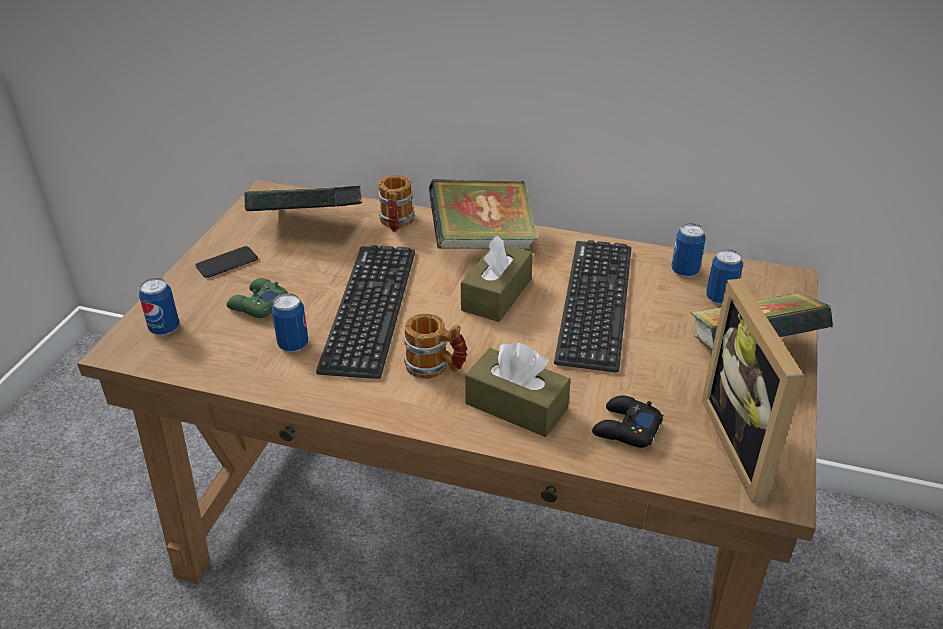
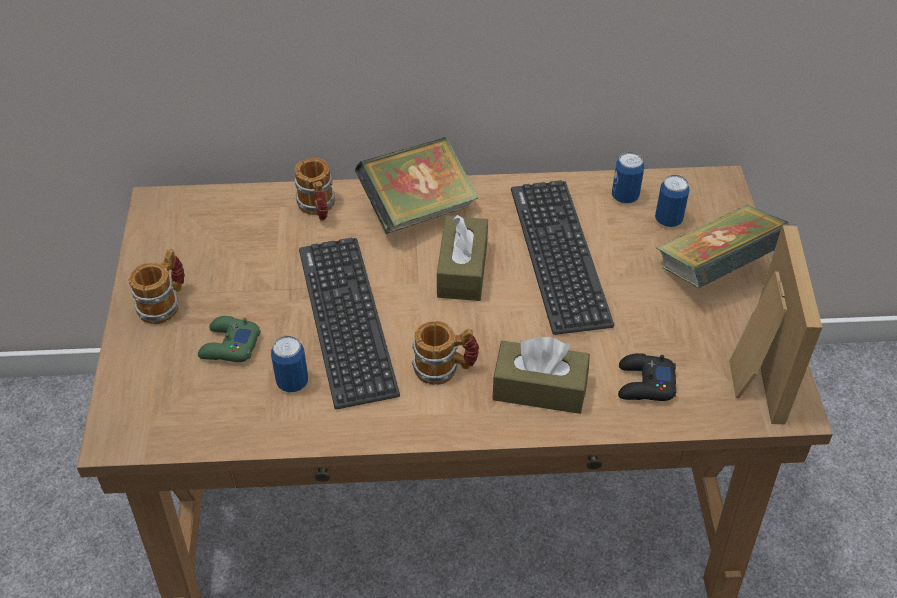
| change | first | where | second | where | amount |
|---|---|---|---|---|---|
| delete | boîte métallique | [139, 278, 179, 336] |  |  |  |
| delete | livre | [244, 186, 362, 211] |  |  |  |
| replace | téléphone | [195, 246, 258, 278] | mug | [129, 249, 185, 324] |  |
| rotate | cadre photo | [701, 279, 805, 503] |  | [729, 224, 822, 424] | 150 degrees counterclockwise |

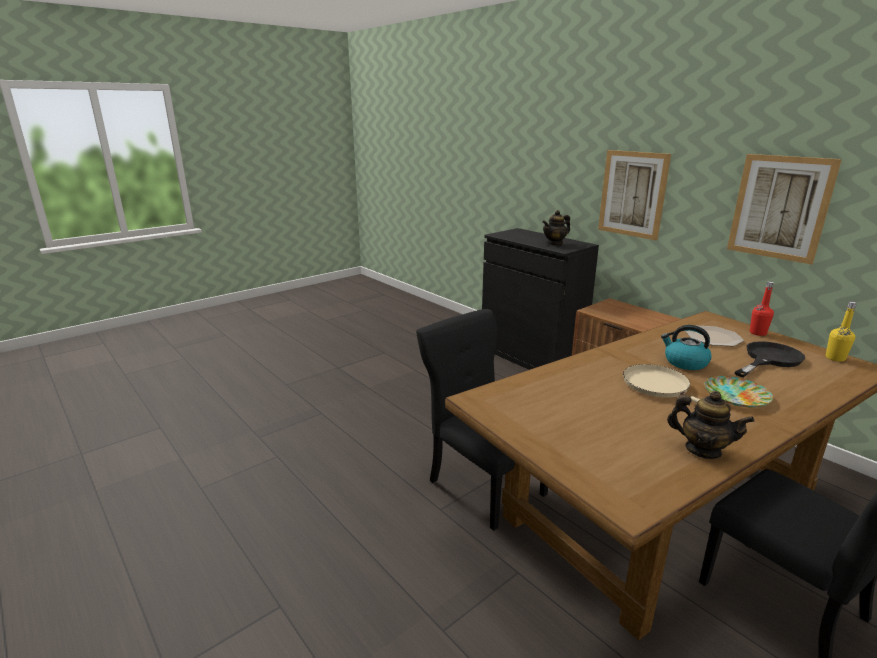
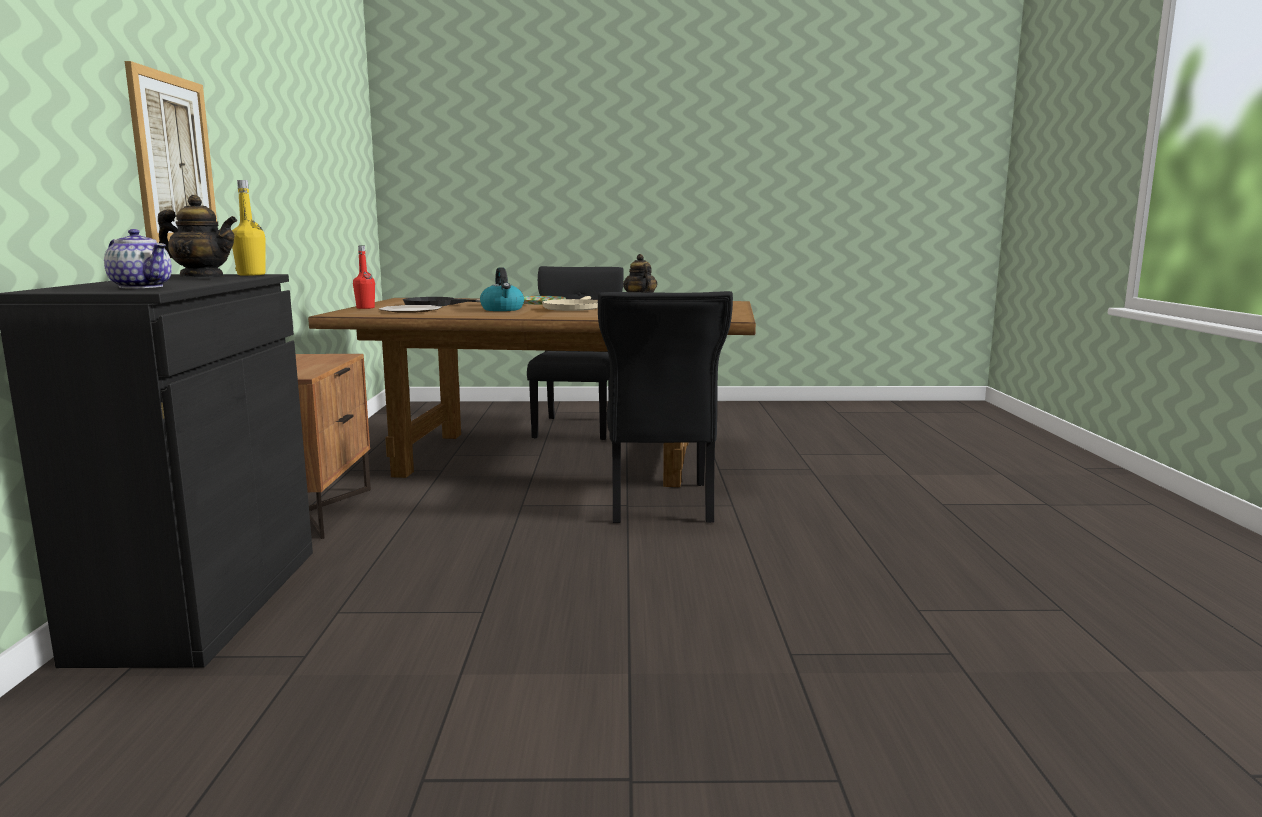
| change | first | where | second | where | amount |
|---|---|---|---|---|---|
| delete | tableau | [727, 154, 842, 265] |  |  |  |
| insert |  |  | théière | [104, 229, 172, 288] |  |
| move | bouteille/jaune | [826, 302, 857, 362] |  | [232, 180, 266, 276] |  |

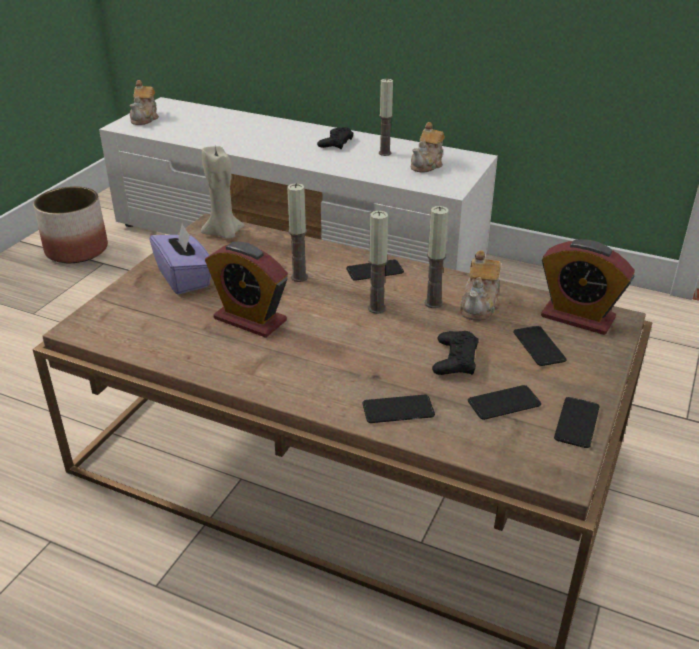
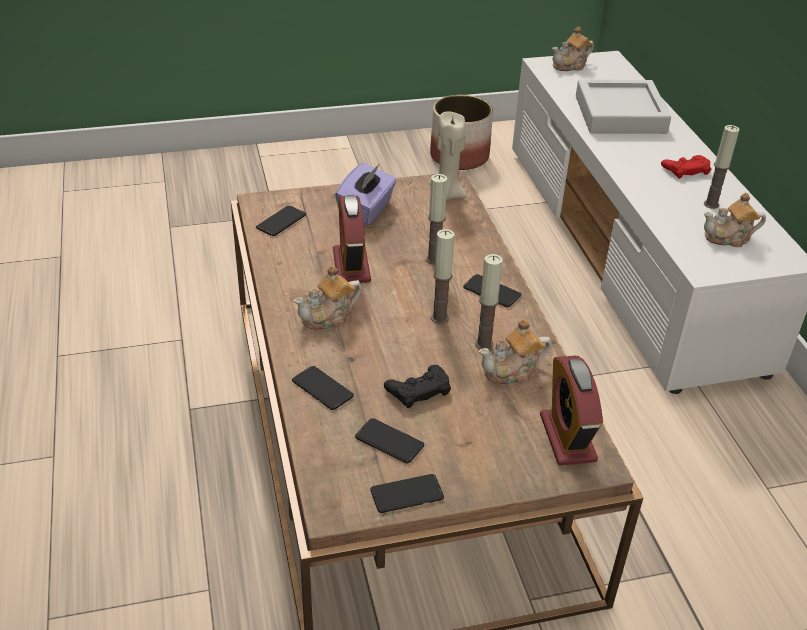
| change | first | where | second | where | amount |
|---|---|---|---|---|---|
| insert |  |  | théière | [294, 266, 362, 330] |  |
| insert |  |  | plateau/gris | [576, 80, 671, 134] |  |
| move | téléphone | [513, 326, 567, 366] |  | [256, 206, 306, 236] |  |
| recolor | manette/noir | [317, 127, 354, 149] | manette/rouge | [661, 155, 711, 179] |  |

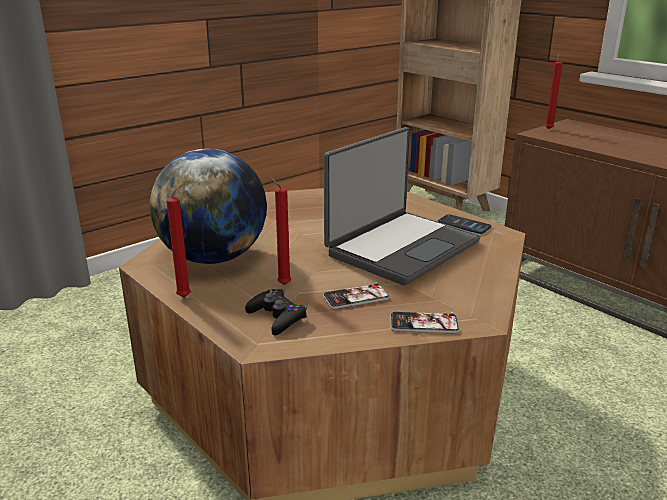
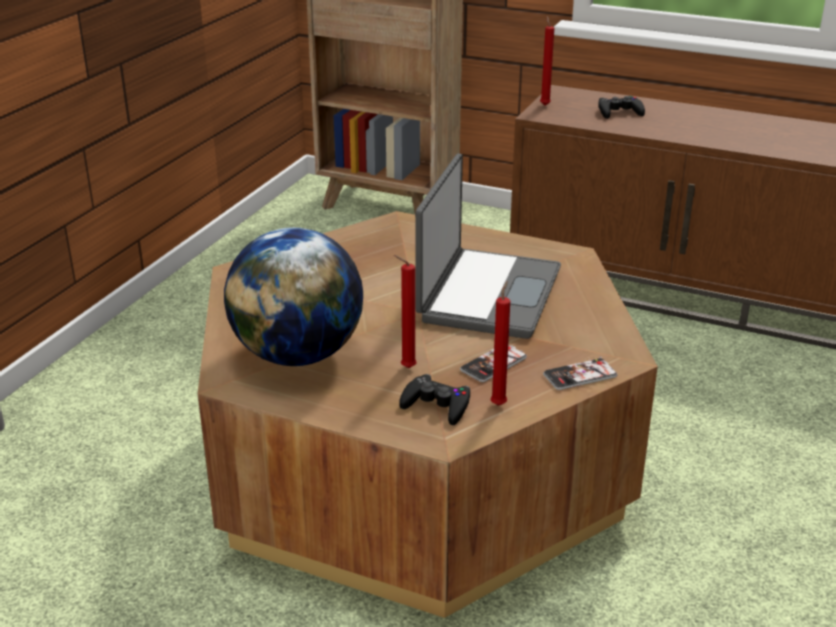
| change | first | where | second | where | amount |
|---|---|---|---|---|---|
| delete | téléphone | [438, 214, 491, 234] |  |  |  |
| insert |  |  | manette/noir | [598, 96, 645, 119] |  |
| move | bougie/rouge | [166, 184, 191, 297] |  | [491, 281, 510, 406] |  |

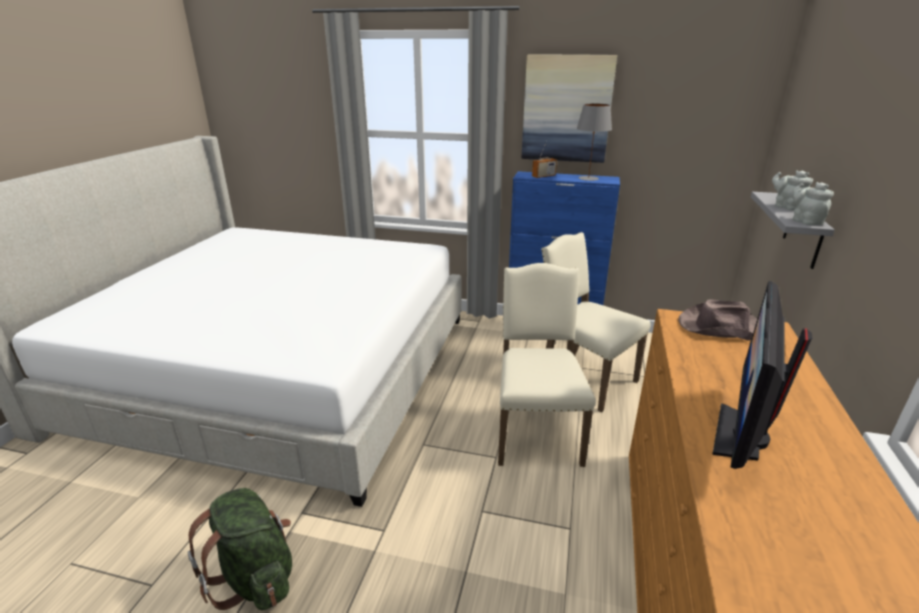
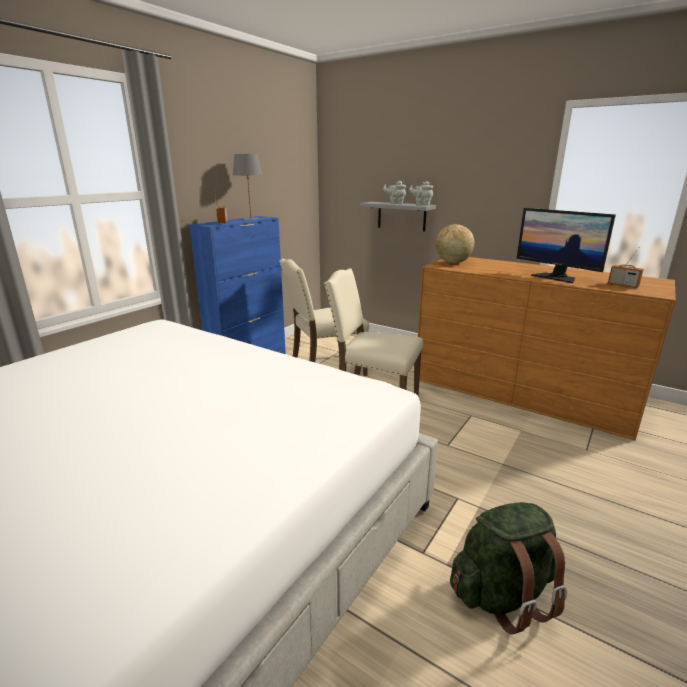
| change | first | where | second | where | amount |
|---|---|---|---|---|---|
| delete | tableau | [522, 54, 617, 163] |  |  |  |
| insert |  |  | radio | [608, 247, 644, 288] |  |
| replace | chapeau/marron | [679, 300, 757, 340] | globe | [435, 224, 475, 263] |  |

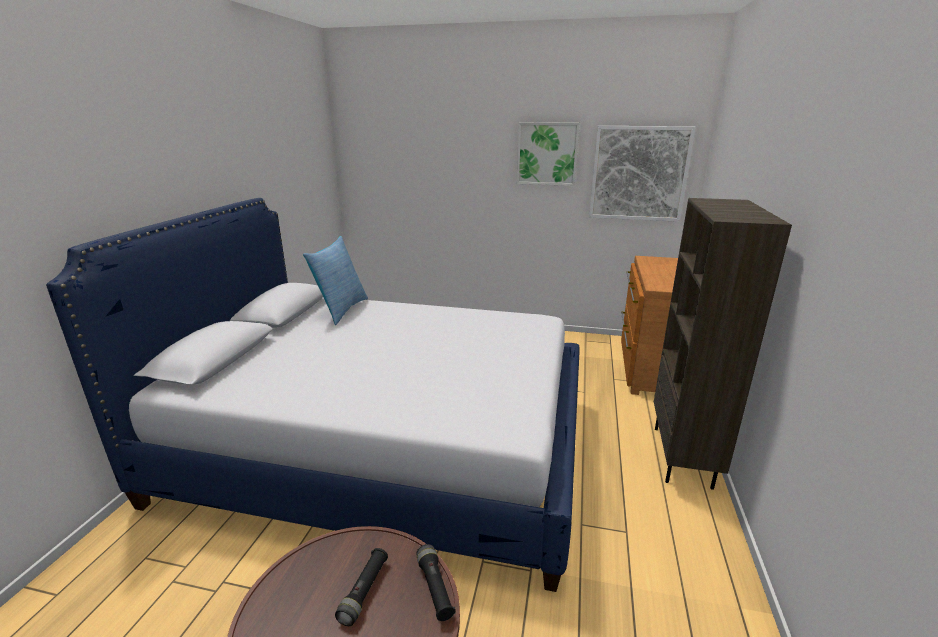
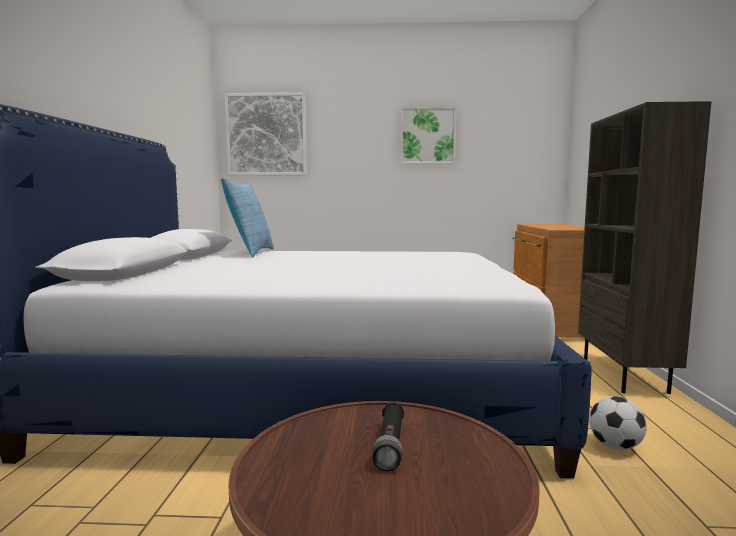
| change | first | where | second | where | amount |
|---|---|---|---|---|---|
| delete | lampe de poche/noir | [416, 544, 456, 621] |  |  |  |
| insert |  |  | ballon de foot | [589, 396, 647, 450] |  |
| move | tableau | [589, 126, 696, 222] |  | [225, 92, 307, 176] |  |

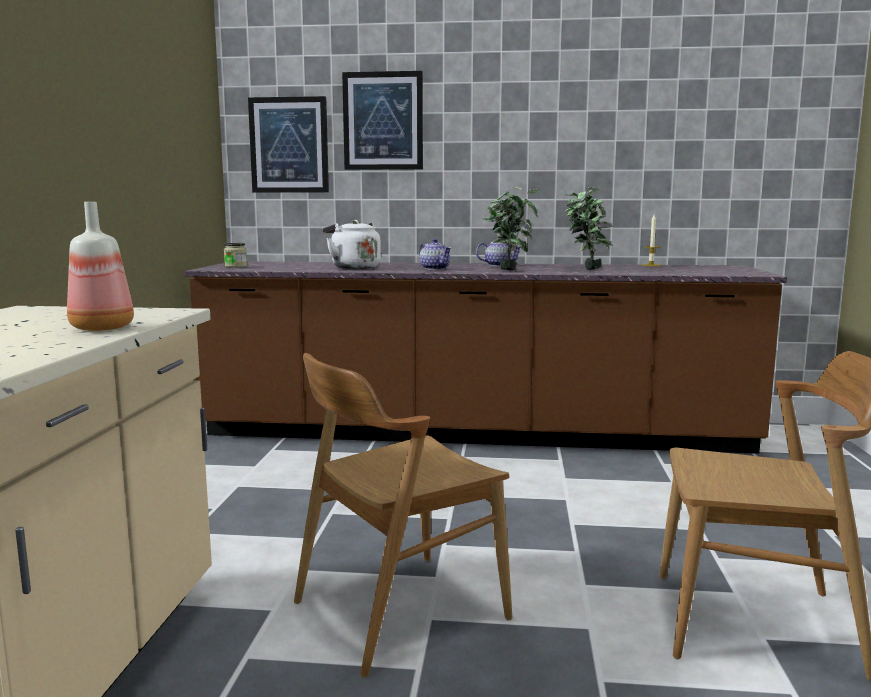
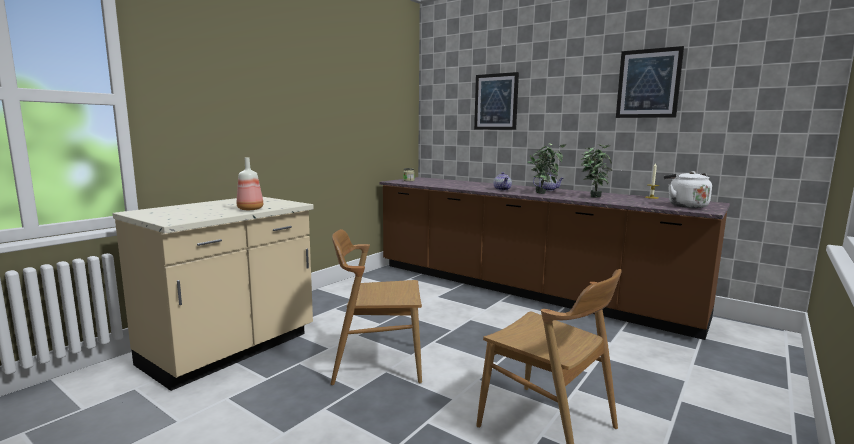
| change | first | where | second | where | amount |
|---|---|---|---|---|---|
| move | tableau | [248, 96, 329, 192] |  | [616, 46, 684, 118] |  |
| move | bouilloire/blanc | [322, 220, 381, 269] |  | [664, 171, 712, 208] |  |

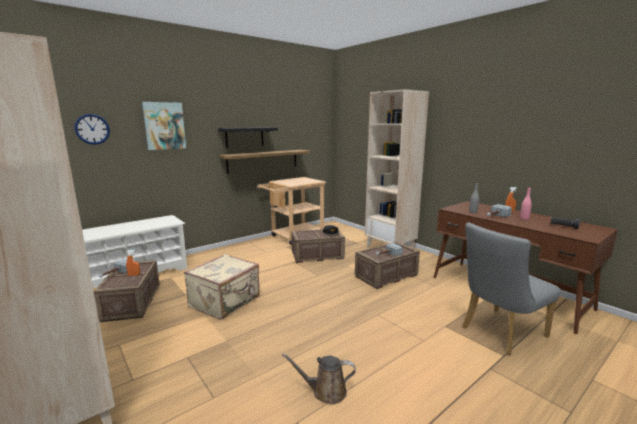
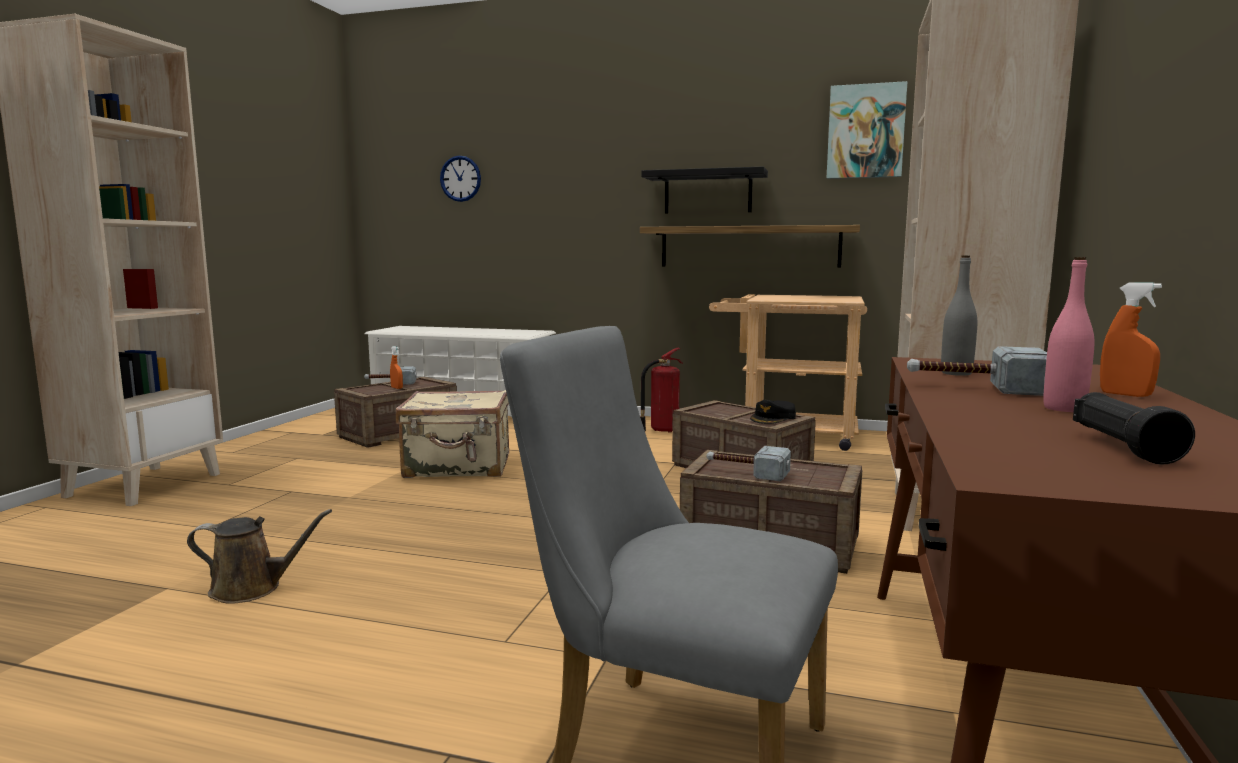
| change | first | where | second | where | amount |
|---|---|---|---|---|---|
| insert |  |  | extincteur | [640, 348, 683, 433] |  |
| move | tableau | [142, 102, 186, 150] |  | [827, 81, 908, 179] |  |
| rotate | arrosoir/marron | [282, 354, 356, 405] |  | [187, 509, 332, 604] | 120 degrees clockwise |

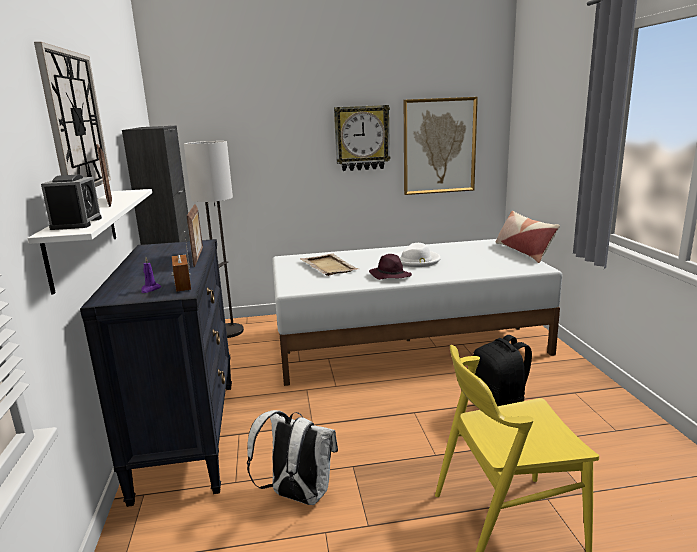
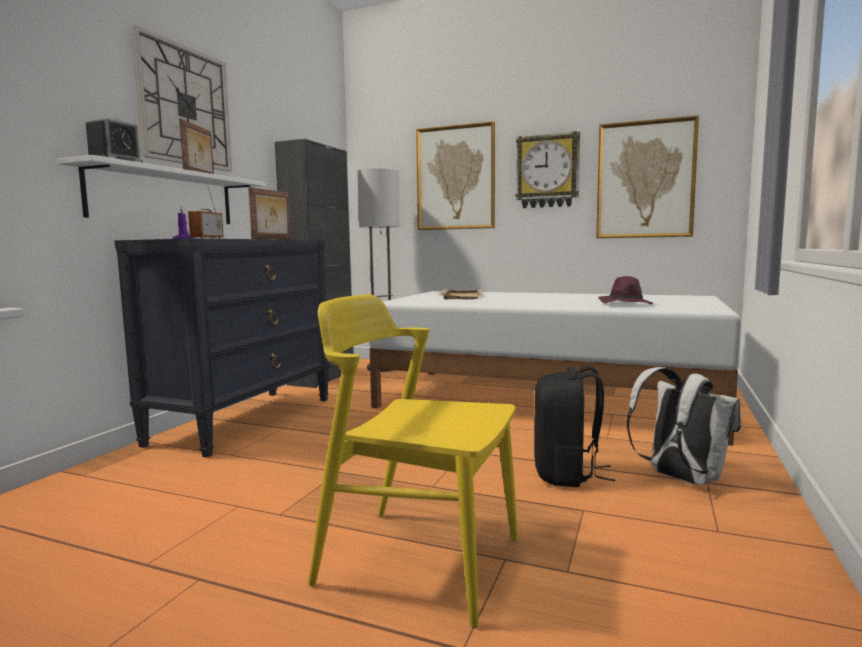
| change | first | where | second | where | amount |
|---|---|---|---|---|---|
| delete | chapeau/blanc | [395, 243, 441, 267] |  |  |  |
| delete | coussin | [496, 211, 560, 263] |  |  |  |
| insert |  |  | tableau | [416, 121, 495, 230] |  |
| move | sac à dos/blanc | [247, 410, 338, 505] |  | [627, 367, 741, 485] |  |
| move | chapeau/violet | [369, 254, 412, 280] |  | [598, 276, 653, 304] |  |

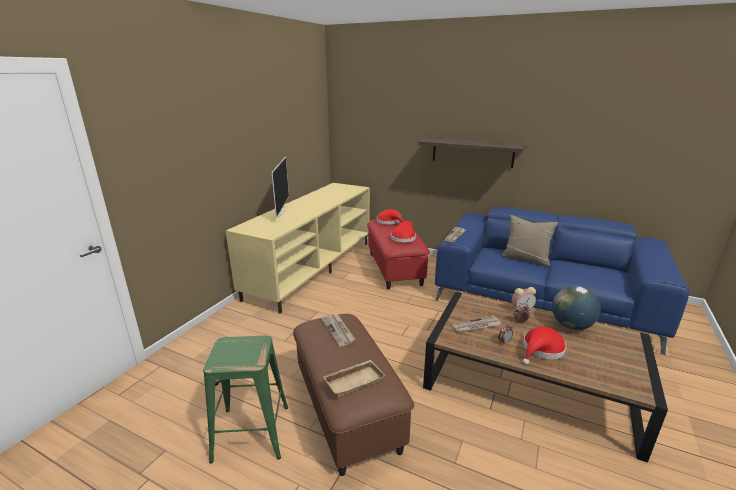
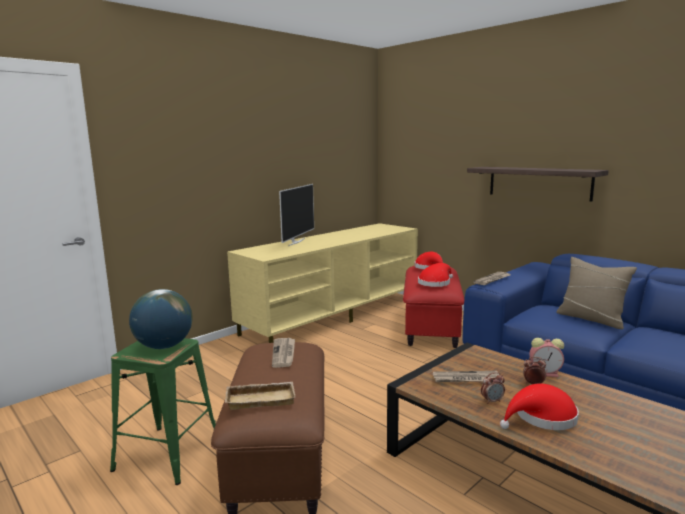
| change | first | where | second | where | amount |
|---|---|---|---|---|---|
| move | globe | [552, 286, 601, 330] |  | [129, 289, 193, 349] |  |

